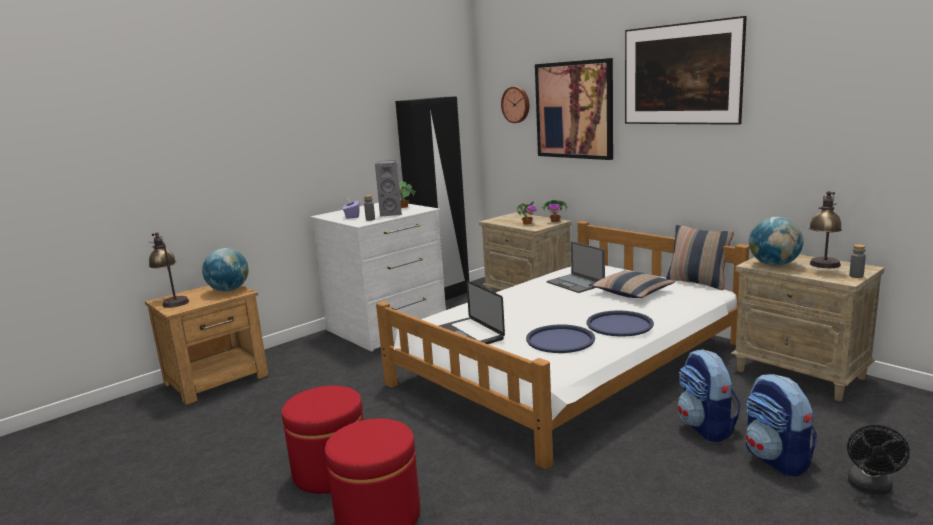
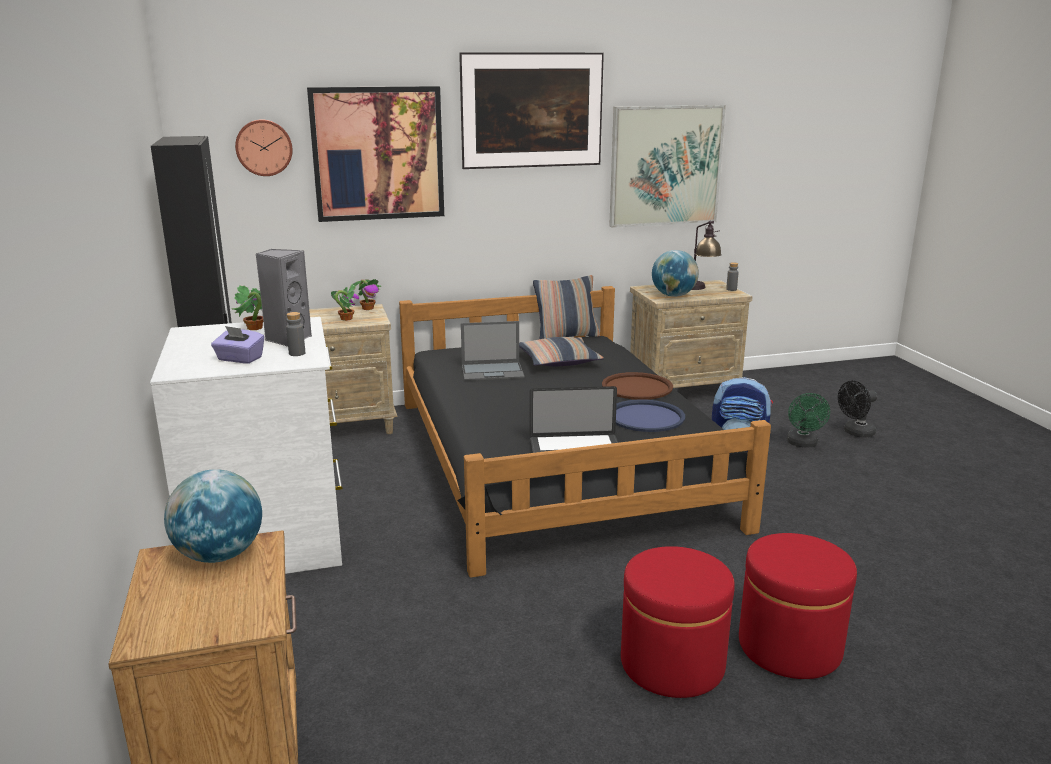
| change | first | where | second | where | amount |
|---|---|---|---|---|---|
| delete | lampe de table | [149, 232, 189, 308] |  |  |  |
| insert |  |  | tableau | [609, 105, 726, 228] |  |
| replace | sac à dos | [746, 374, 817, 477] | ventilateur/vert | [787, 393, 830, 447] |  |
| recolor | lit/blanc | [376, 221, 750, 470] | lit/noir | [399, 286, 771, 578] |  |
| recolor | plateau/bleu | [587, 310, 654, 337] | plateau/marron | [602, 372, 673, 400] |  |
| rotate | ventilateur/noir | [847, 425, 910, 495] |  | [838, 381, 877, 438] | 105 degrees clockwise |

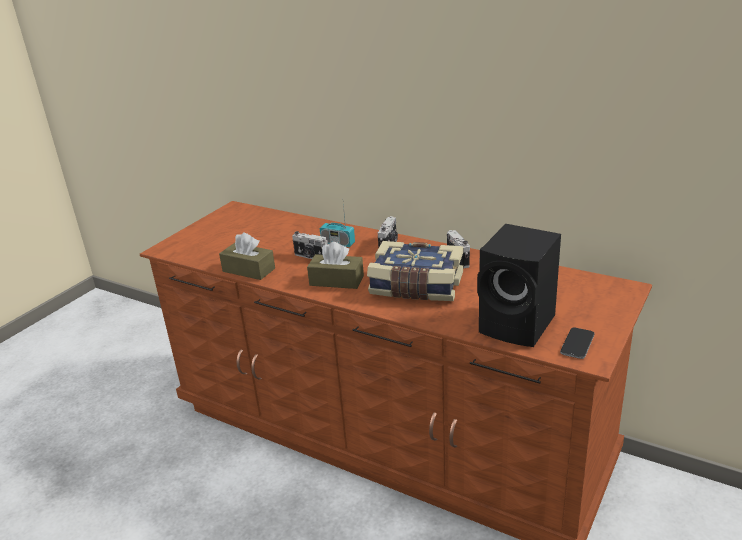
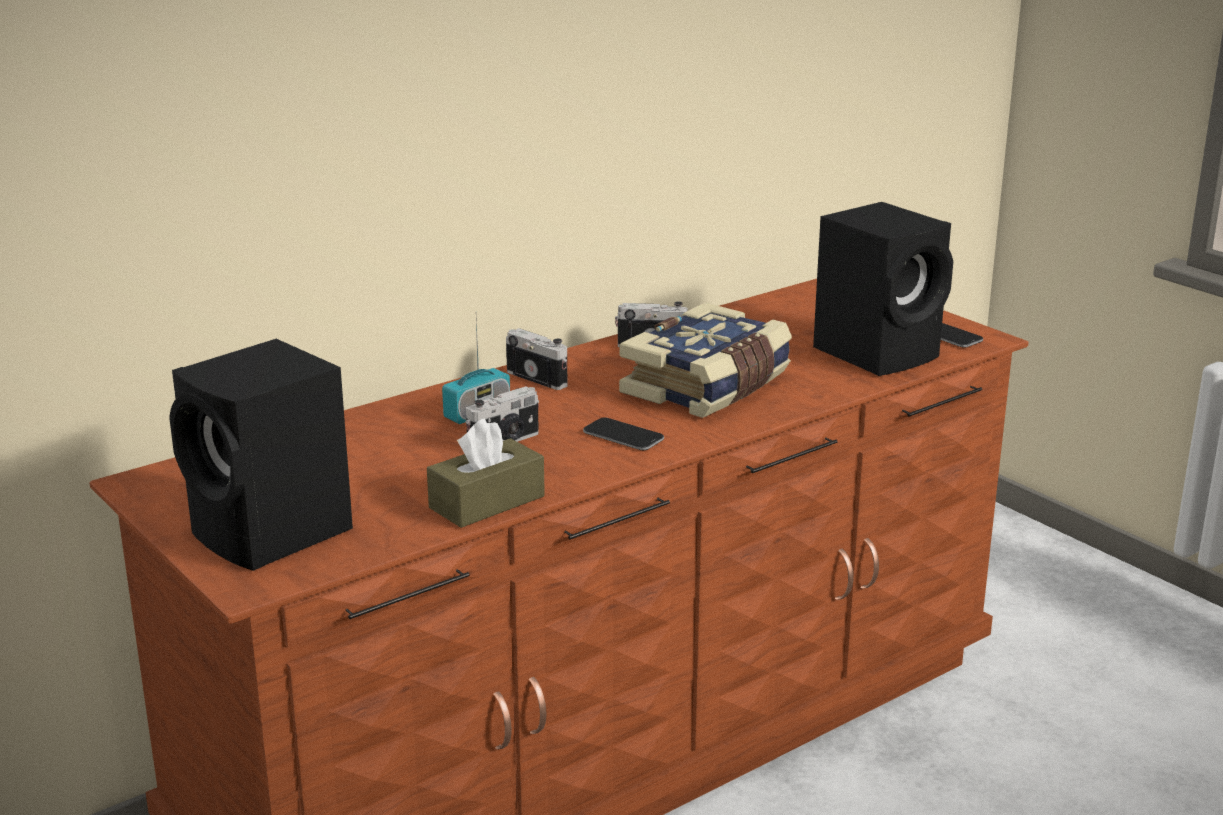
| change | first | where | second | where | amount |
|---|---|---|---|---|---|
| insert |  |  | enceinte/noir | [169, 339, 353, 571] |  |
| replace | boîte à mouchoirs/marron | [307, 242, 364, 289] | téléphone | [583, 417, 664, 450] |  |

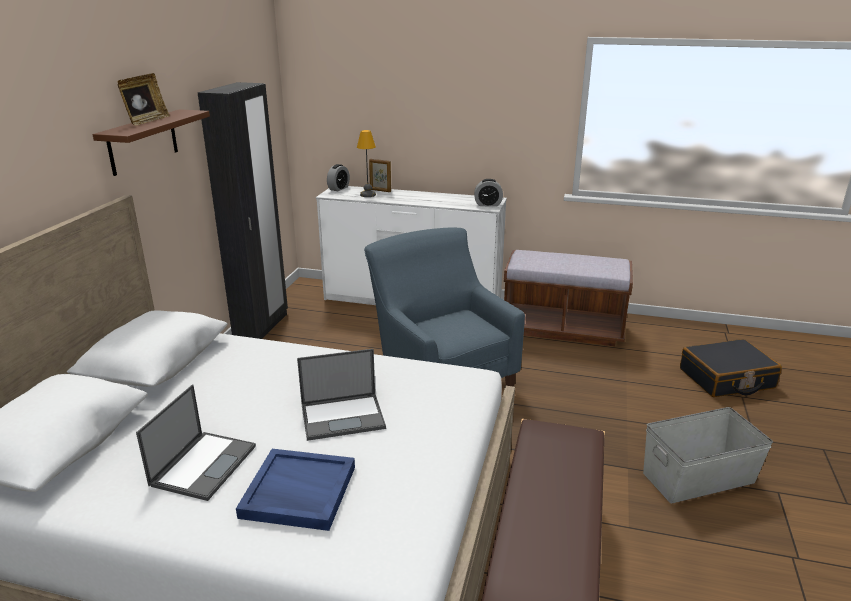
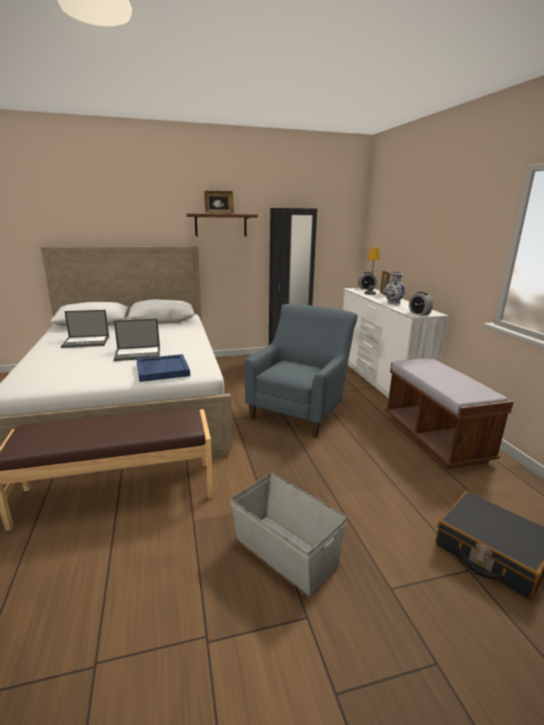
| change | first | where | second | where | amount |
|---|---|---|---|---|---|
| insert |  |  | vase | [385, 272, 405, 304] |  |
| move | plateau/bleu | [236, 449, 355, 531] |  | [137, 354, 190, 382] |  |
| rotate | ordinateur portable | [297, 349, 386, 441] |  | [114, 319, 160, 361] | 60 degrees counterclockwise |

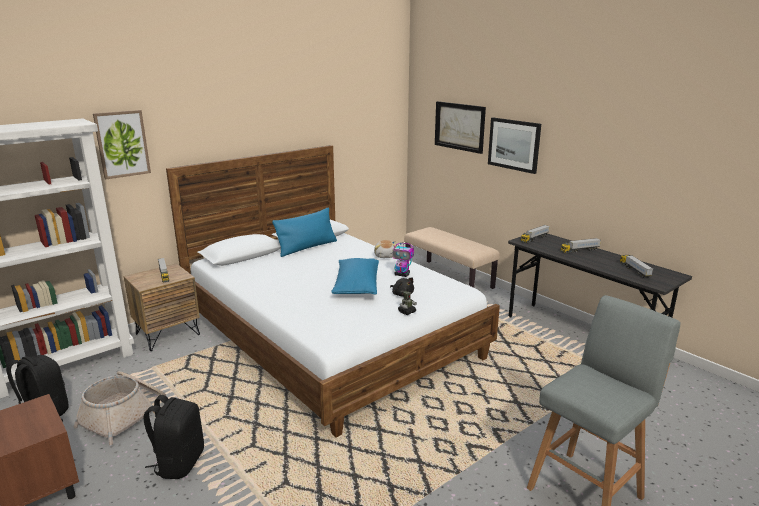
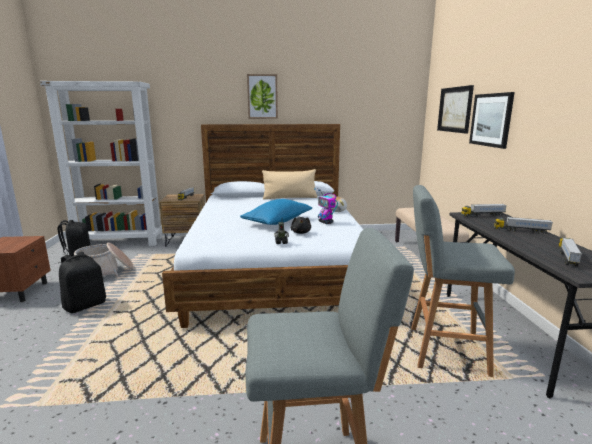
| change | first | where | second | where | amount |
|---|---|---|---|---|---|
| insert |  |  | tabouret/gris | [411, 185, 515, 377] |  |
| move | tableau | [93, 110, 151, 179] |  | [247, 74, 278, 119] |  |
| recolor | coussin/bleu | [272, 207, 337, 257] | coussin/beige | [262, 169, 317, 200] |  |

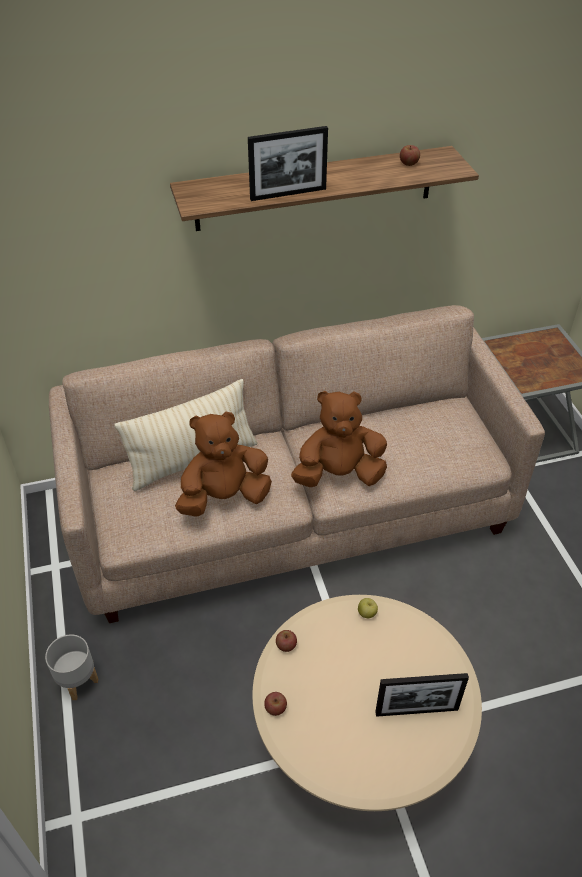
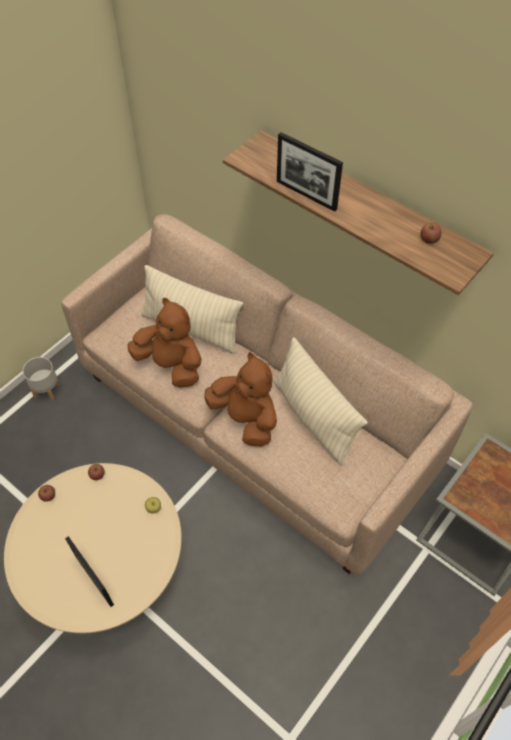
| change | first | where | second | where | amount |
|---|---|---|---|---|---|
| insert |  |  | coussin/beige | [273, 337, 368, 466] |  |

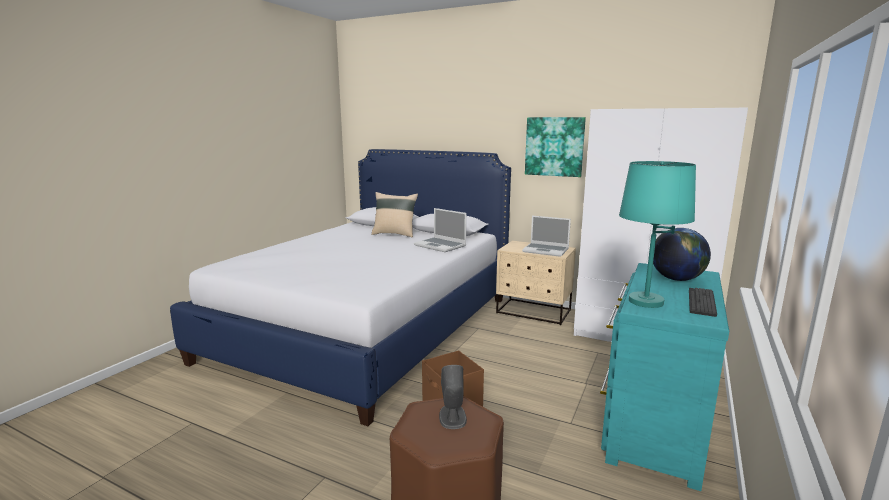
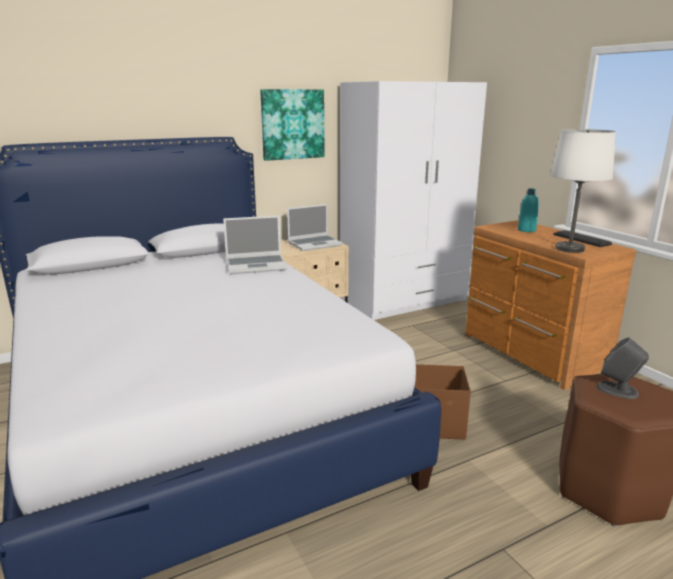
| change | first | where | second | where | amount |
|---|---|---|---|---|---|
| delete | coussin/beige | [371, 192, 418, 238] |  |  |  |
| replace | globe | [653, 228, 711, 281] | bouteille/turquoise | [518, 188, 539, 232] |  |
| recolor | commode/turquoise | [600, 263, 729, 491] | commode/marron | [465, 220, 636, 390] |  |
| recolor | lampe de table/turquoise | [619, 161, 696, 308] | lampe de table/blanc | [550, 129, 616, 253] |  |

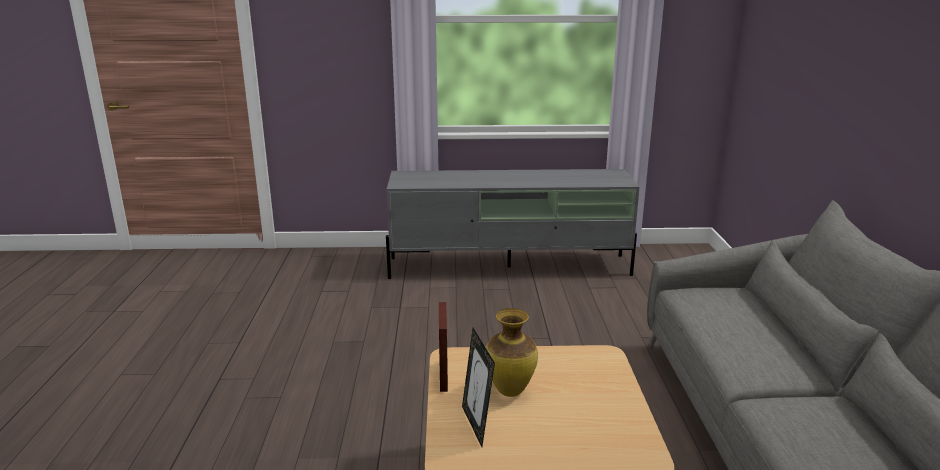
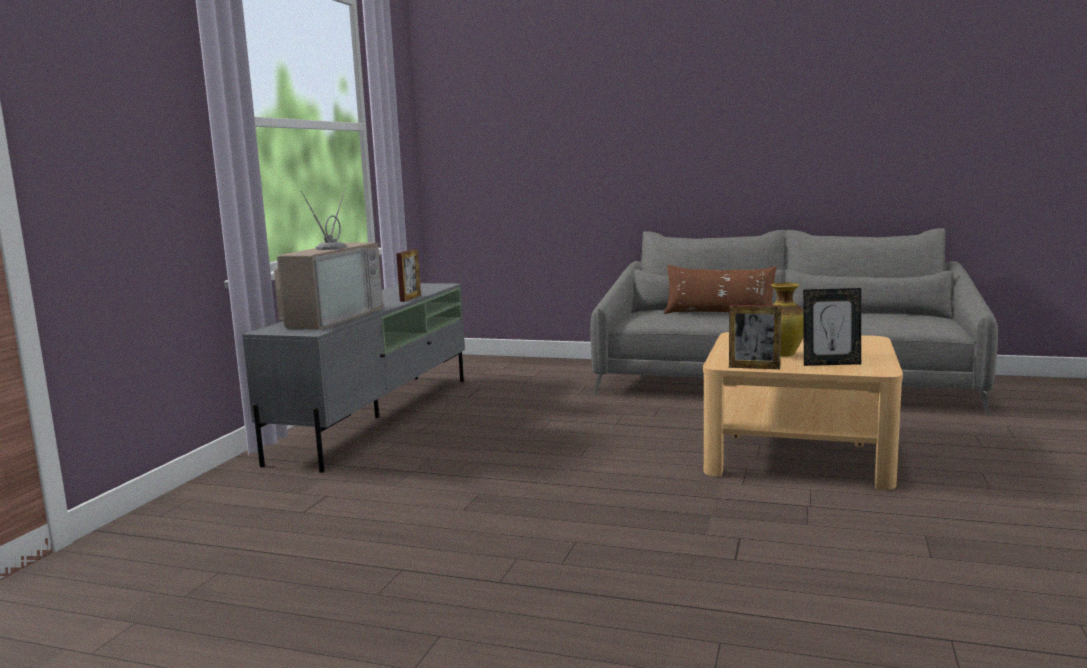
| change | first | where | second | where | amount |
|---|---|---|---|---|---|
| insert |  |  | téléviseur | [274, 187, 383, 330] |  |
| insert |  |  | cadre photo | [396, 249, 421, 302] |  |
| insert |  |  | coussin/marron | [664, 264, 777, 314] |  |

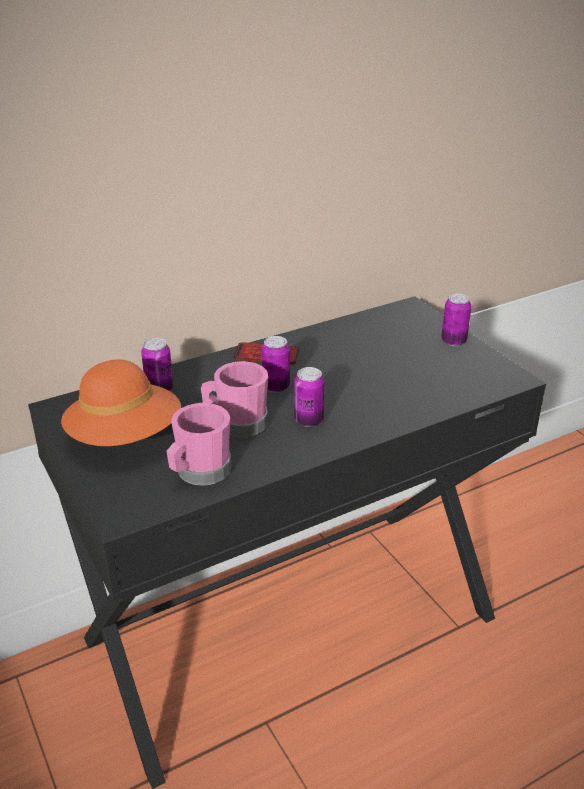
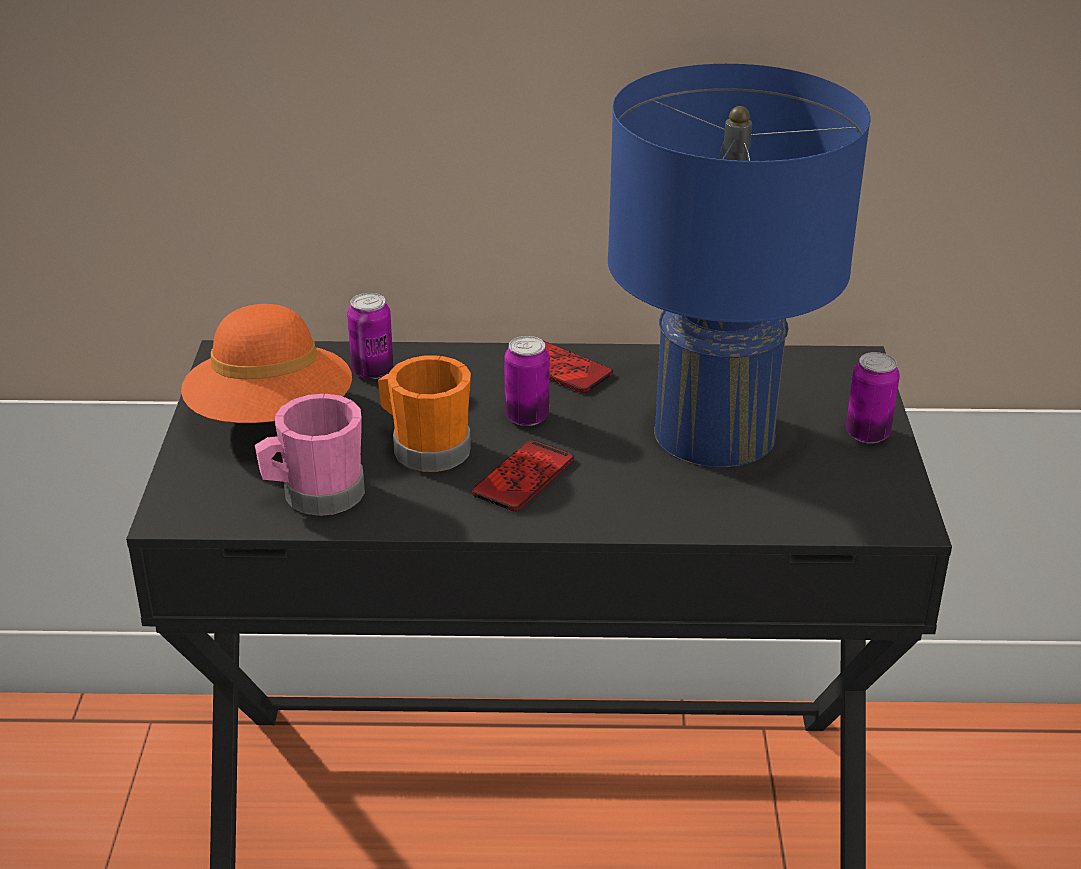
| change | first | where | second | where | amount |
|---|---|---|---|---|---|
| insert |  |  | lampe de table/bleu | [608, 64, 870, 468] |  |
| replace | boîte métallique | [294, 367, 325, 427] | téléphone | [472, 440, 574, 511] |  |
| recolor | mug/rose | [201, 361, 268, 438] | mug/orange | [378, 355, 471, 472] |  |

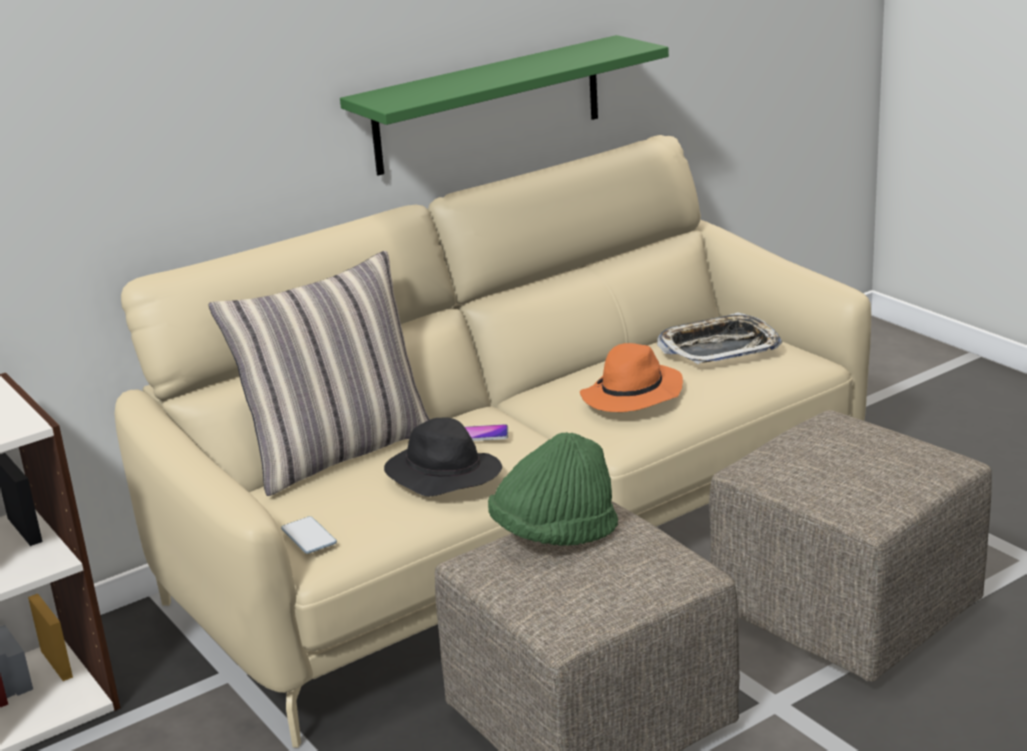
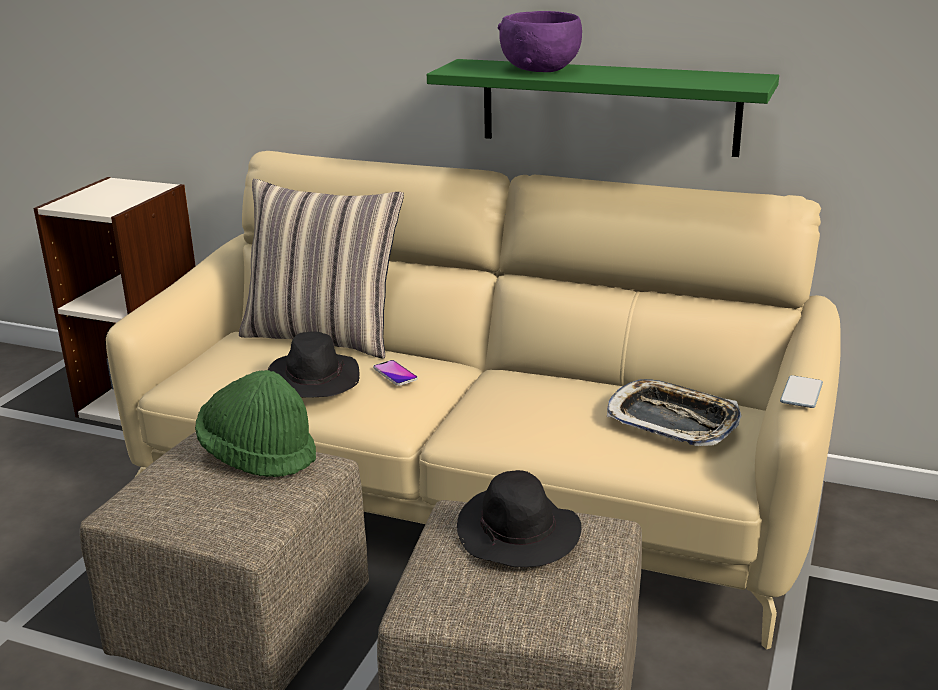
| change | first | where | second | where | amount |
|---|---|---|---|---|---|
| delete | chapeau/orange | [580, 343, 683, 412] |  |  |  |
| insert |  |  | chapeau/noir | [457, 470, 582, 567] |  |
| insert |  |  | bol/violet | [498, 11, 582, 72] |  |
| move | téléphone | [281, 516, 337, 554] |  | [780, 375, 823, 408] |  |

